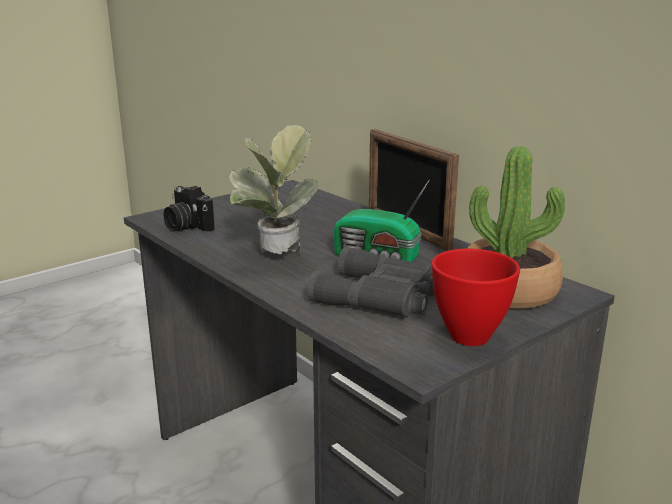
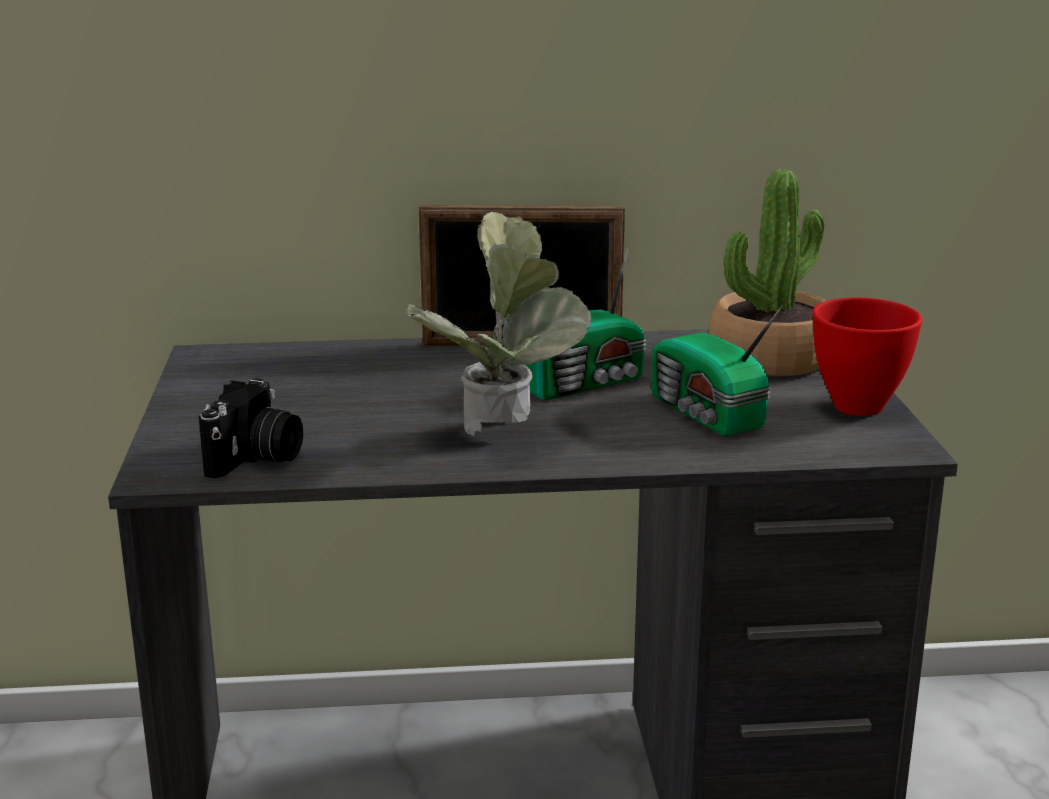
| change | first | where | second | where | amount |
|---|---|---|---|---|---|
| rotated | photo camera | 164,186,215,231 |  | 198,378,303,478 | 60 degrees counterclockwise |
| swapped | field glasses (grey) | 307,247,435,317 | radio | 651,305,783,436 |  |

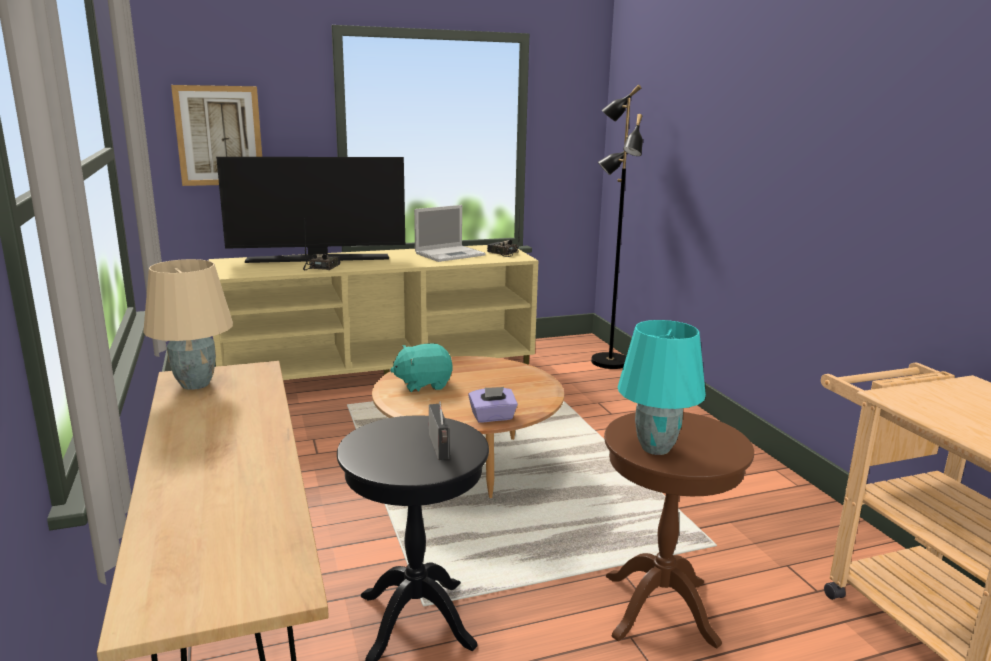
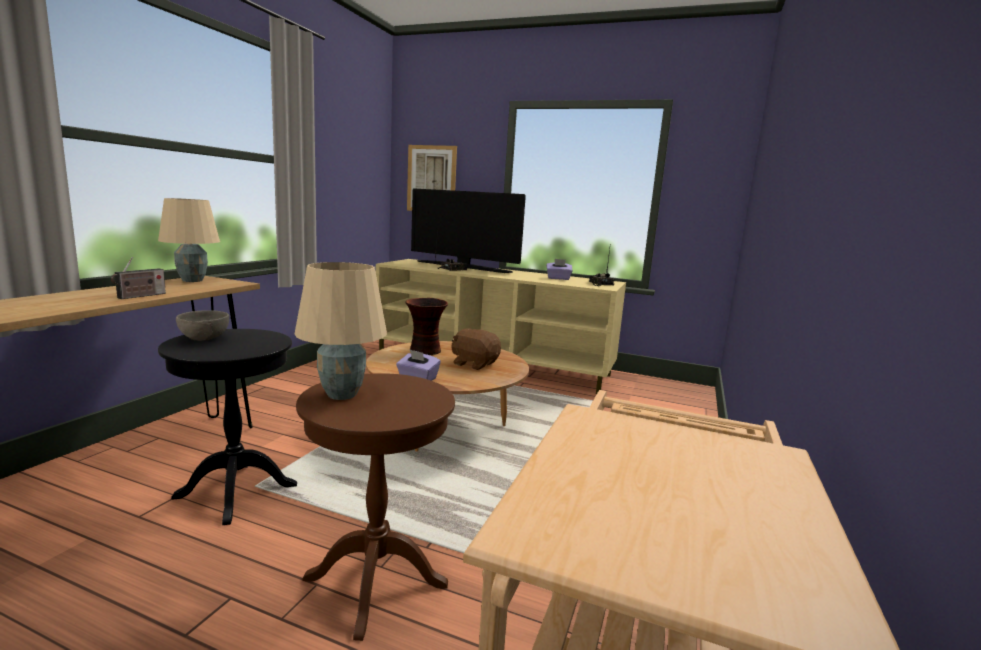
| change | first | where | second | where | amount |
|---|---|---|---|---|---|
| gone | standing lamp (black-coloured) | 591,85,643,369 |  |  |  |
| swapped | notebook computer | 414,205,485,262 | tissue holder (purplish) | 546,259,573,280 |  |
| repainted | lamp for a table (turquoise) | 618,320,706,455 | lamp for a table (sand-coloured) | 295,262,387,400 |  |
| swapped | plush toy (turquoise) | 390,343,453,392 | flower vase | 405,298,448,355 |  |
| shifted | radio | 429,401,449,460 |  | 111,257,166,299 |  |
| new |  |  | bowl (grey) | 176,310,229,341 |  |
| new |  |  | plush toy (brown) | 451,329,501,370 |  |

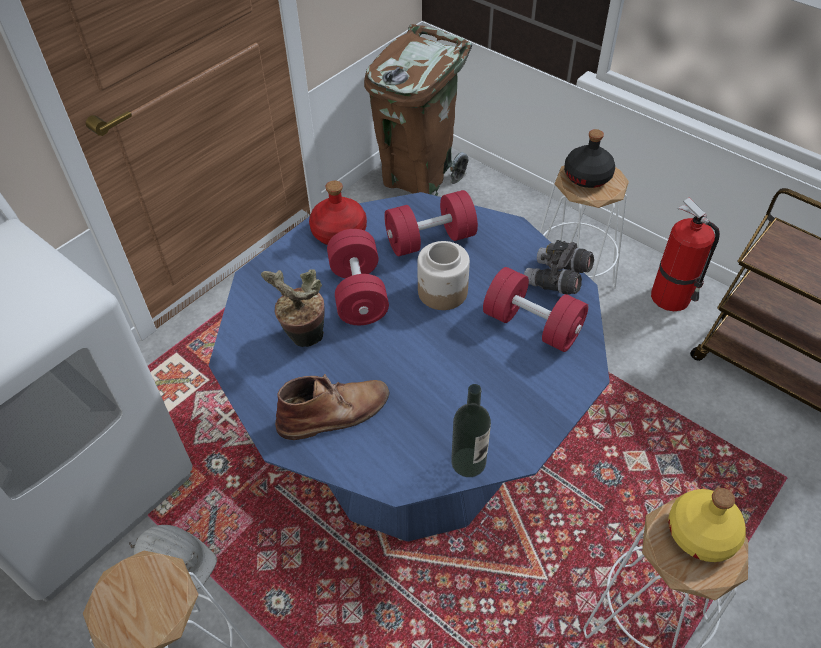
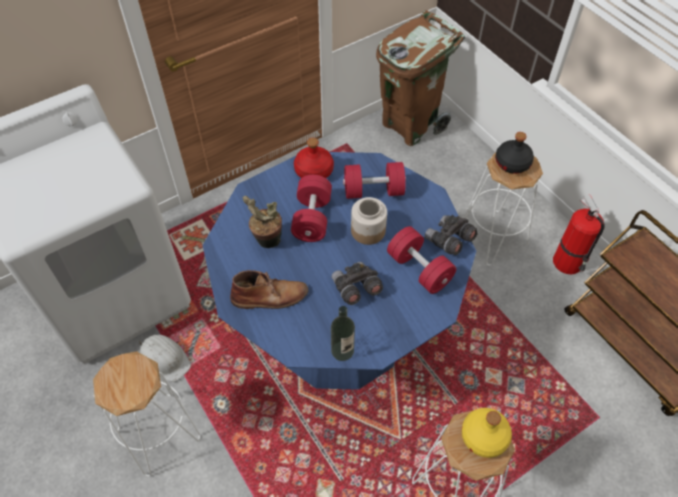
| change | first | where | second | where | amount |
|---|---|---|---|---|---|
| new |  |  | field glasses (grey) | 332,262,383,305 |  |

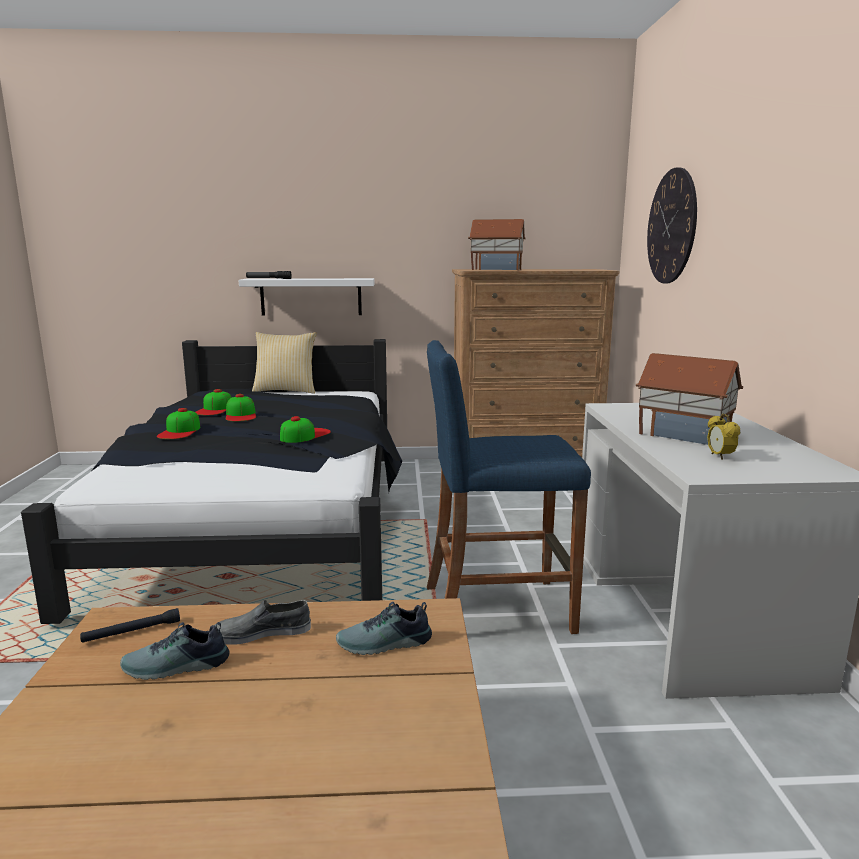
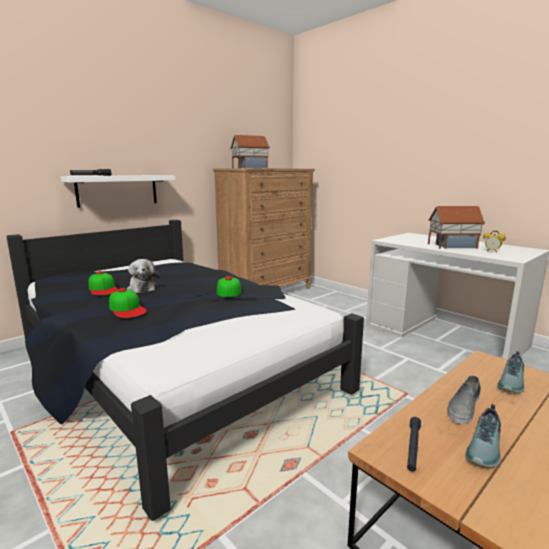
| change | first | where | second | where | amount |
|---|---|---|---|---|---|
| gone | wall clock | 647,167,697,283 |  |  |  |
| gone | cushion | 252,332,317,394 |  |  |  |
| gone | stool seat (bluish) | 427,340,591,634 |  |  |  |
| swapped | peaked cap | 226,394,256,421 | plush toy | 127,259,159,293 |  |

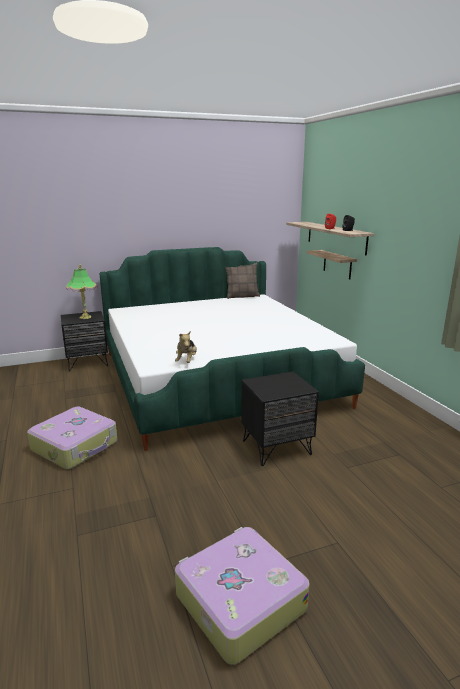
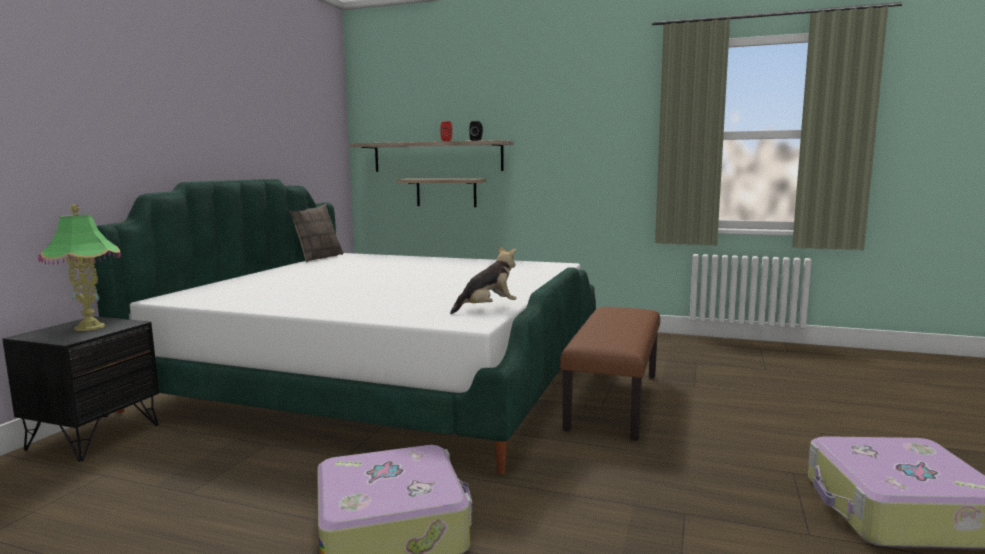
| change | first | where | second | where | amount |
|---|---|---|---|---|---|
| rotated | plush toy | 175,331,197,363 |  | 450,246,517,314 | 75 degrees counterclockwise |
| swapped | night table (black-coloured) | 241,371,319,466 | indoor bench (brown) | 560,307,660,441 |  |

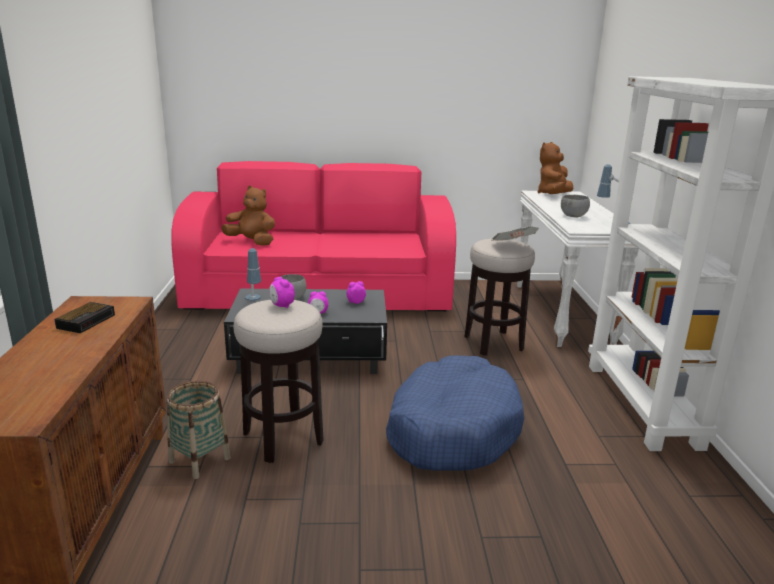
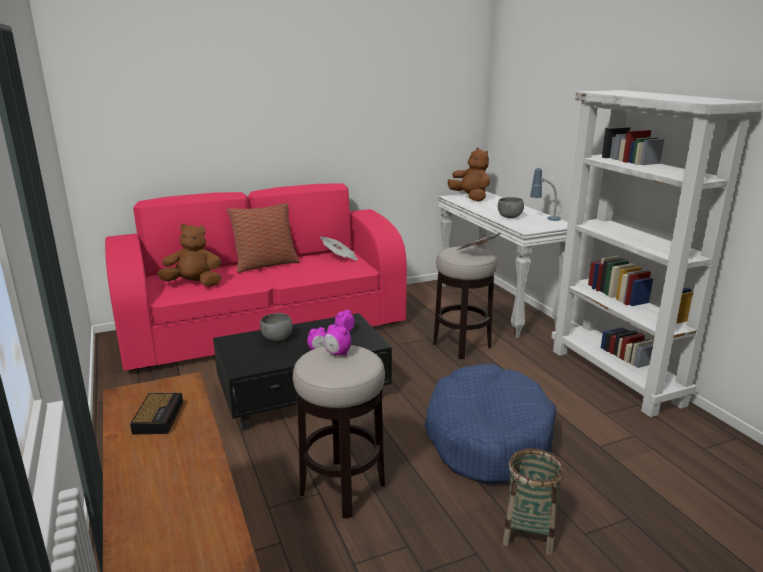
| change | first | where | second | where | amount |
|---|---|---|---|---|---|
| rotated | plush toy (brown) | 537,142,573,194 |  | 448,148,490,201 | 135 degrees clockwise |
| gone | lamp for a table | 245,248,261,301 |  |  |  |
| shifted | household basket | 167,381,231,479 |  | 502,448,564,556 |  |
| new |  |  | cushion | 227,203,300,273 |  |
| new |  |  | daily paper | 320,237,358,260 |  |

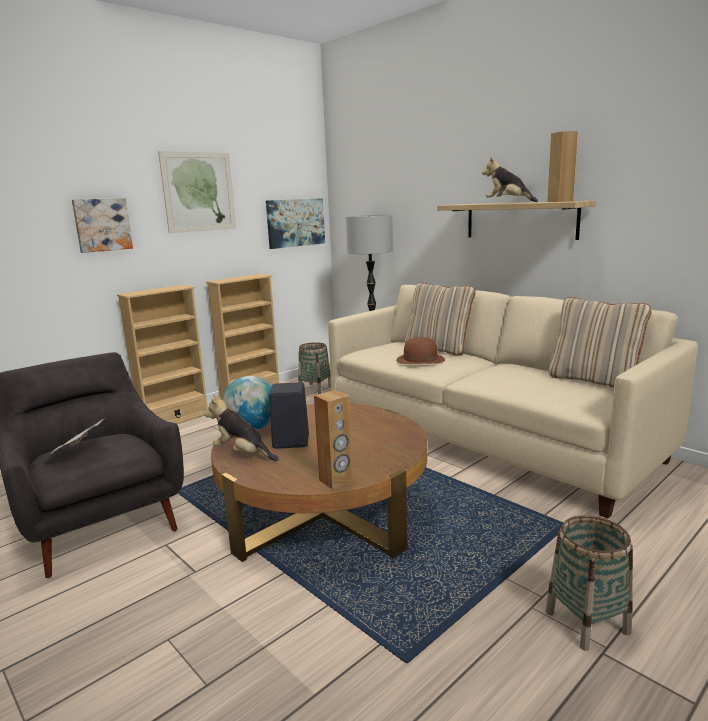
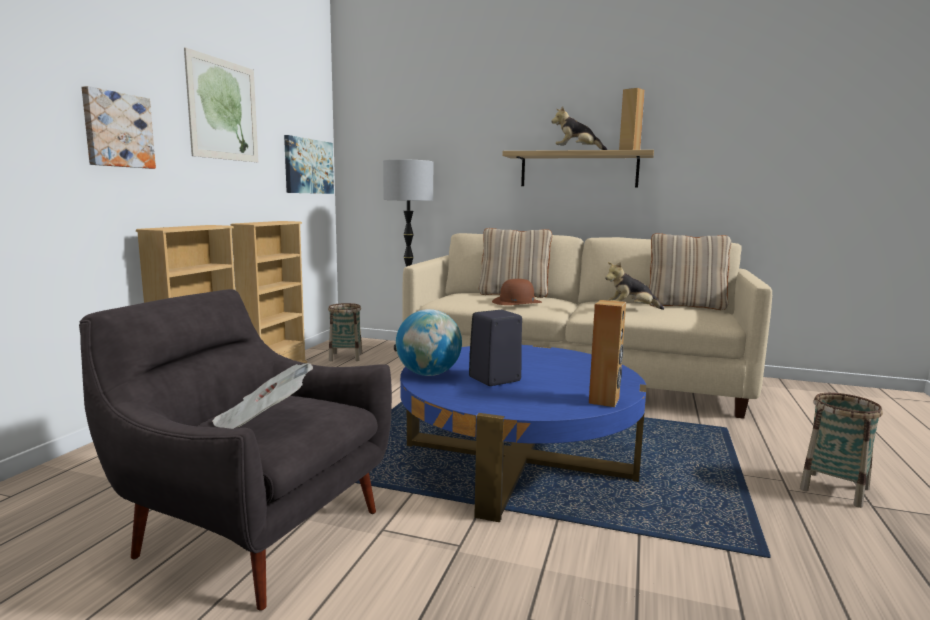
| change | first | where | second | where | amount |
|---|---|---|---|---|---|
| shifted | plush toy | 204,394,279,461 |  | 605,262,664,310 |  |
| repainted | low table (brown) | 211,404,428,562 | low table (bluish) | 400,345,646,522 |  |

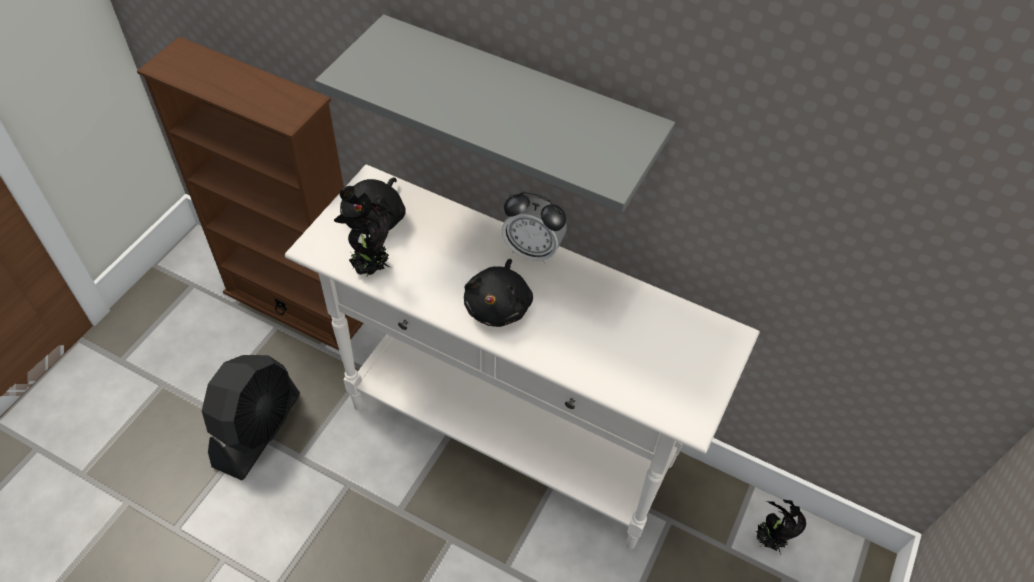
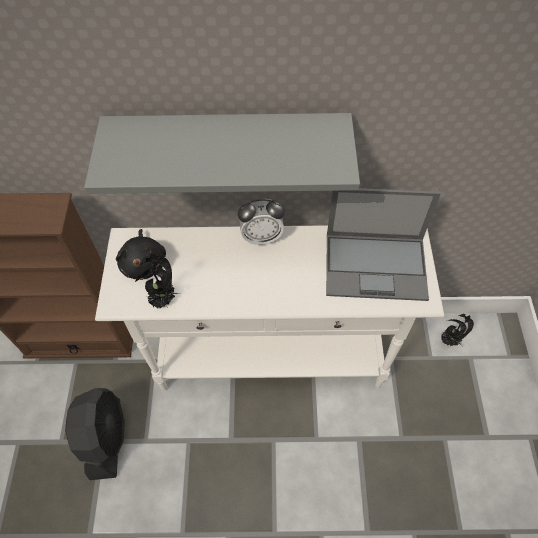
| change | first | where | second | where | amount |
|---|---|---|---|---|---|
| gone | plush toy (black-coloured) | 464,259,533,327 |  |  |  |
| new |  |  | notebook computer | 326,188,441,301 |  |

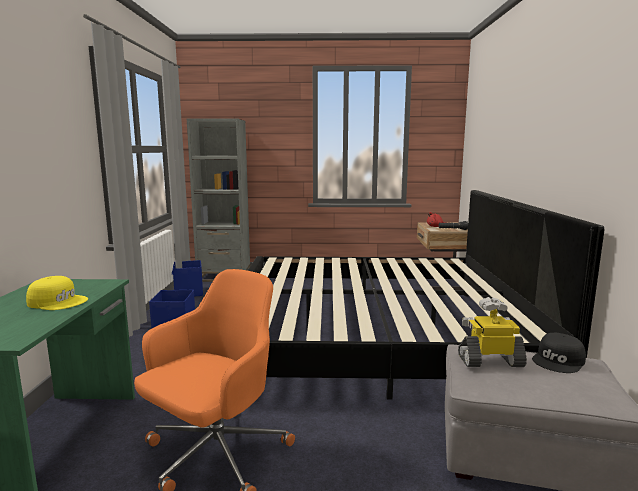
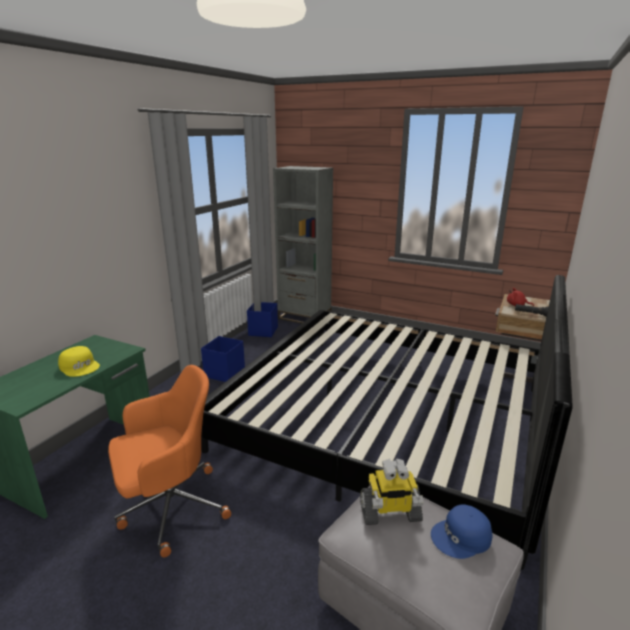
| change | first | where | second | where | amount |
|---|---|---|---|---|---|
| rotated | toy robot | 458,297,527,367 |  | 360,458,423,525 | 150 degrees clockwise |
| repainted | peaked cap (black-coloured) | 532,333,586,373 | peaked cap (bluish) | 431,504,492,559 |  |

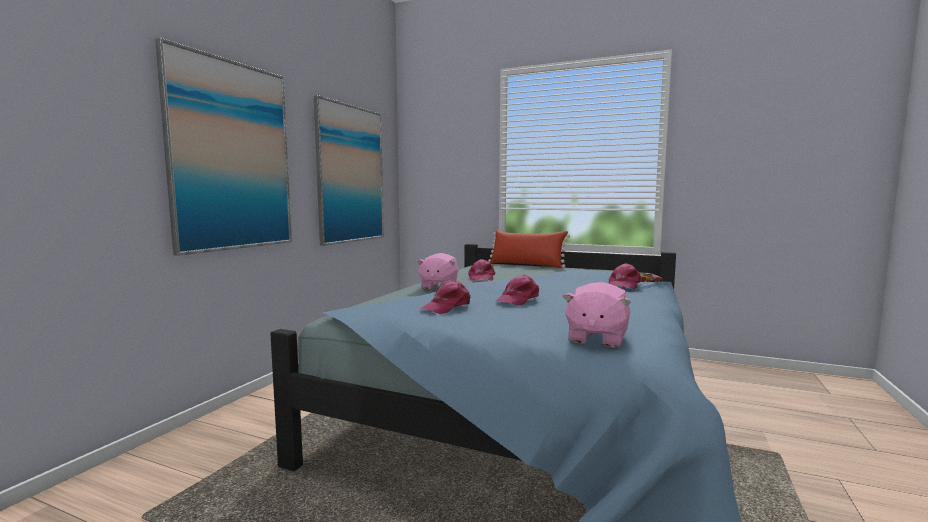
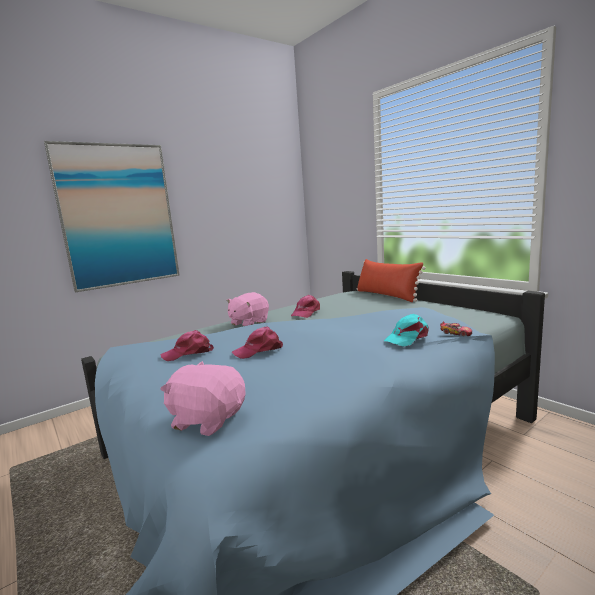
| change | first | where | second | where | amount |
|---|---|---|---|---|---|
| gone | picture | 314,95,384,246 |  |  |  |
| repainted | peaked cap (pink) | 608,263,642,289 | peaked cap (turquoise) | 384,314,429,347 |  |
| rotated | plush toy (pink) | 562,282,631,348 |  | 160,361,245,436 | 60 degrees clockwise |

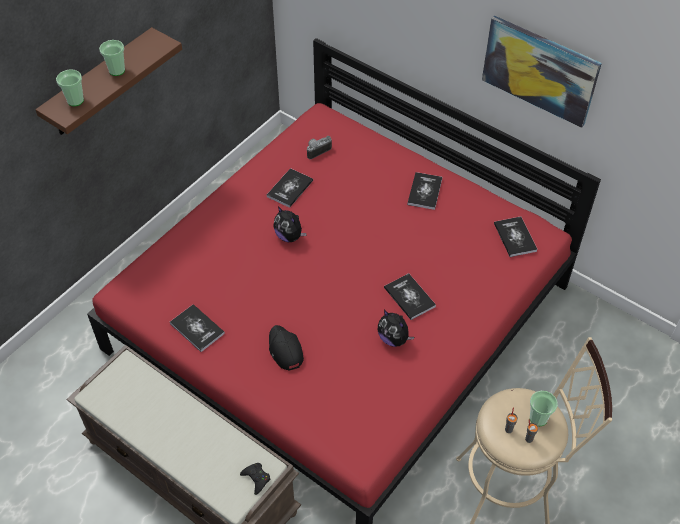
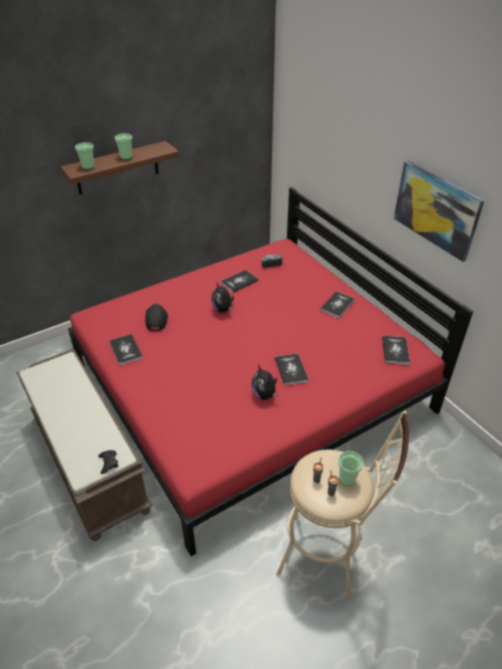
| change | first | where | second | where | amount |
|---|---|---|---|---|---|
| shifted | peaked cap (black-coloured) | 269,325,304,370 |  | 145,304,168,331 |  |

